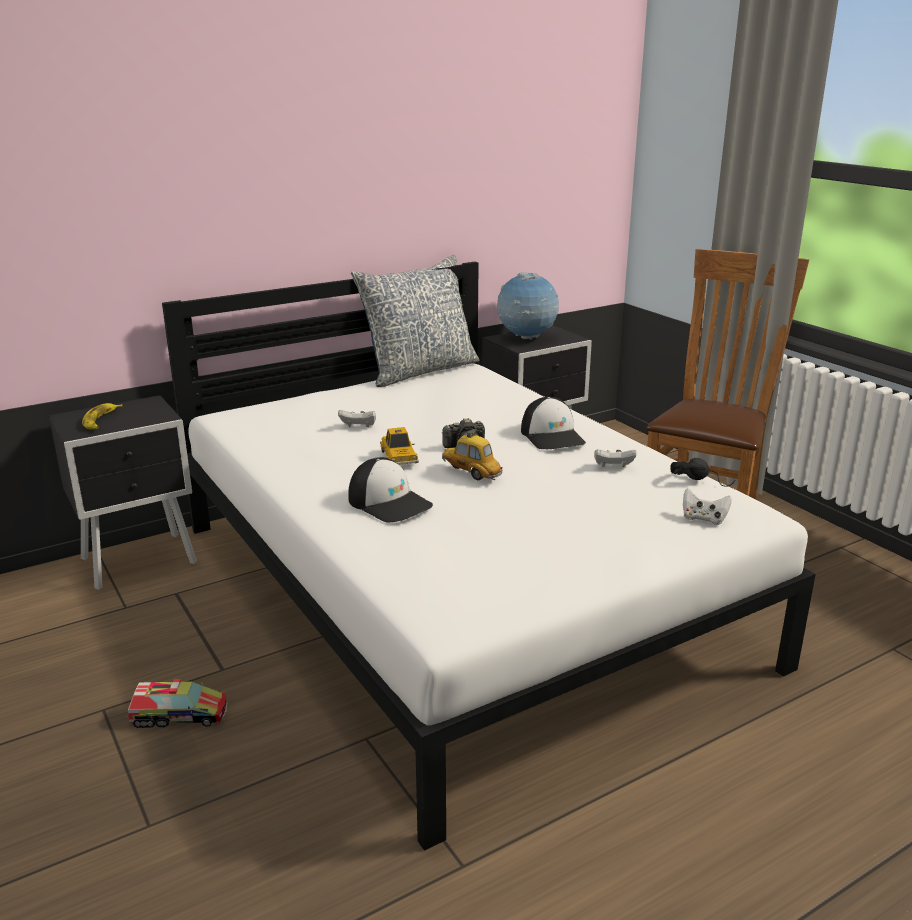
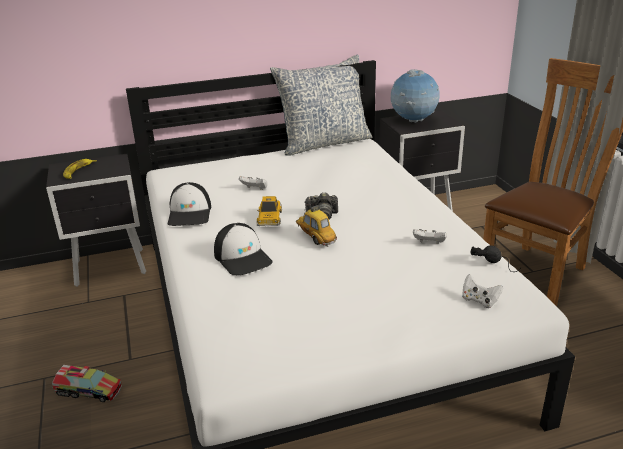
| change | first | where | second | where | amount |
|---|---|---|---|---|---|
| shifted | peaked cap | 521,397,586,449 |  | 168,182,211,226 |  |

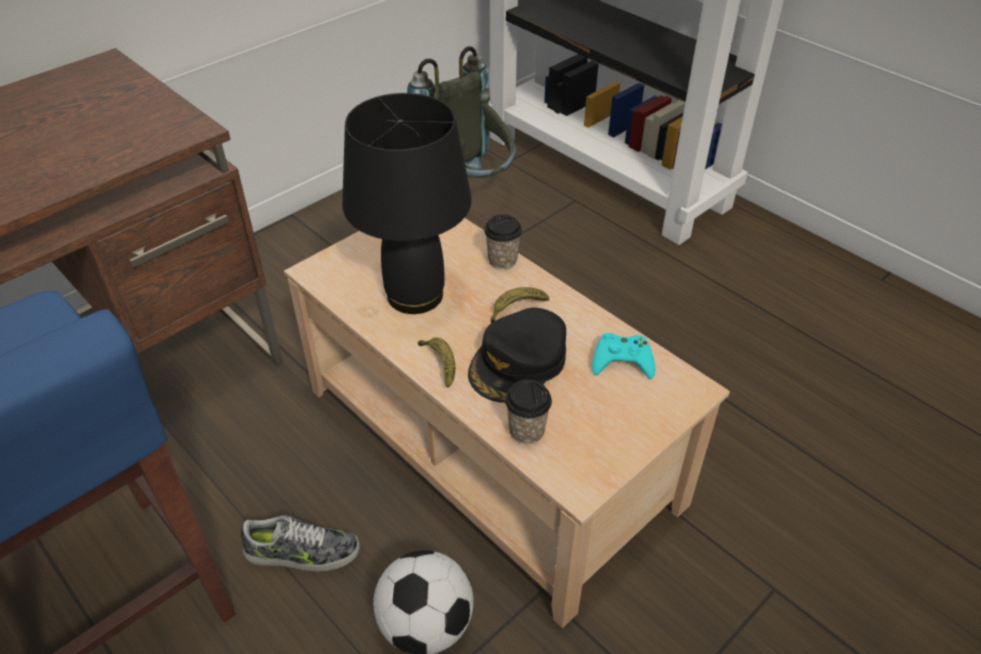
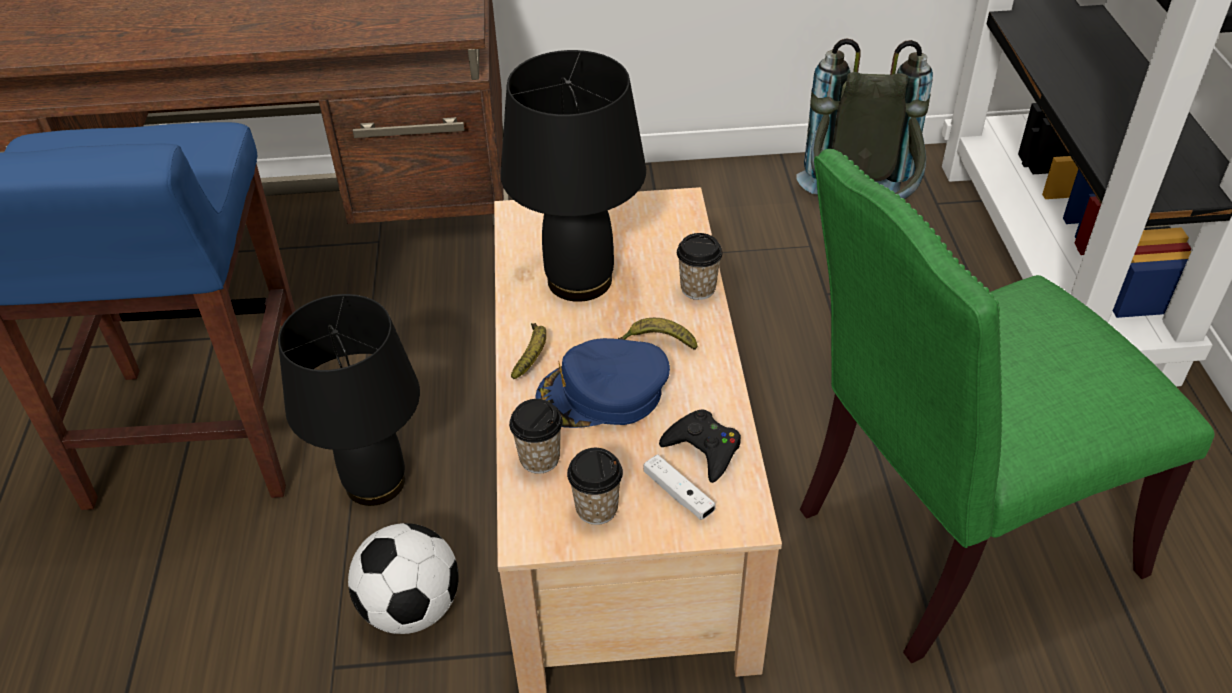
| change | first | where | second | where | amount |
|---|---|---|---|---|---|
| repainted | peaked cap (black-coloured) | 468,308,566,403 | peaked cap (bluish) | 535,338,670,428 |  |
| repainted | gamepad (turquoise) | 592,333,655,379 | gamepad (black-coloured) | 659,409,741,483 |  |
| swapped | shoe | 241,515,360,571 | lamp for a table (black-coloured) | 278,294,420,506 |  |
| new |  |  | plain chair (green-coloured) | 800,149,1214,663 |  |
| new |  |  | small cup | 567,448,623,525 |  |
| new |  |  | gamepad (whitish) | 643,454,715,520 |  |

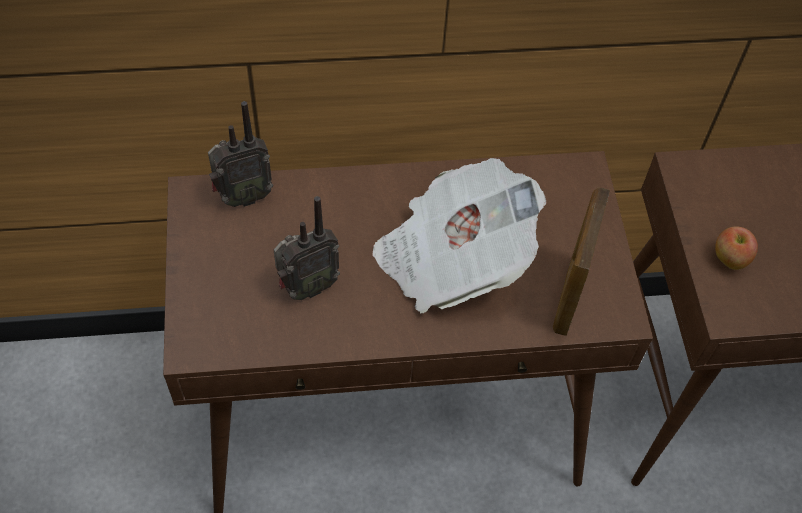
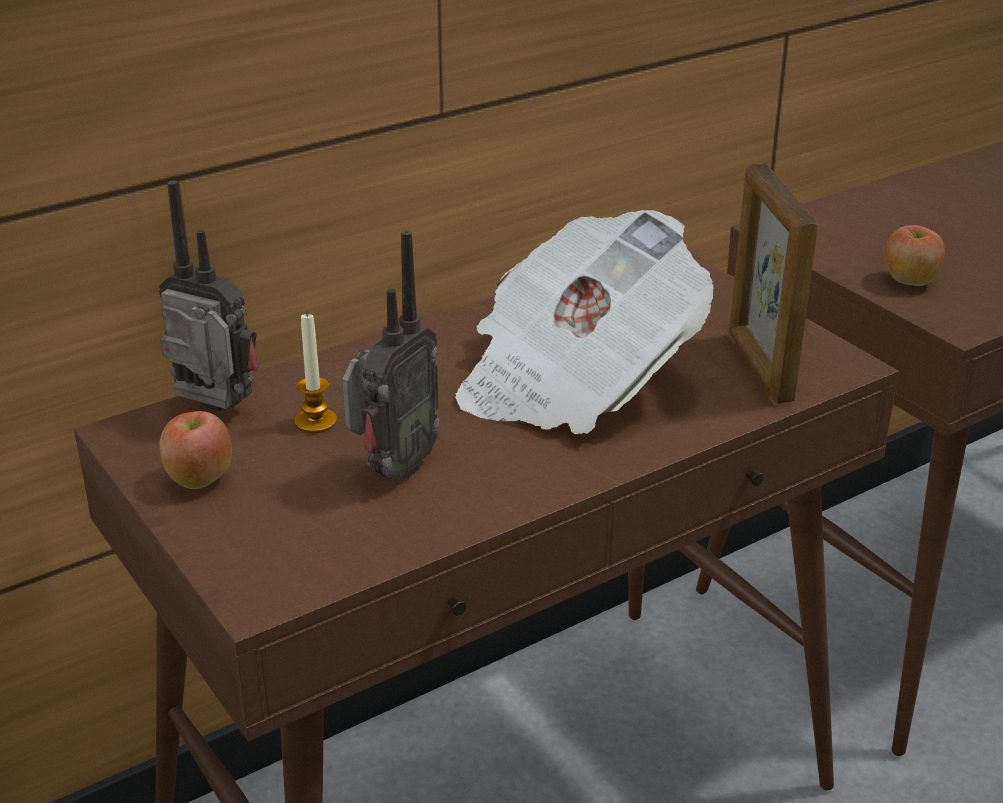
| change | first | where | second | where | amount |
|---|---|---|---|---|---|
| rotated | radio | 208,101,273,207 |  | 159,180,259,412 | 105 degrees counterclockwise |
| new |  |  | wax light | 295,311,337,433 |  |
| new |  |  | whole apple | 159,411,232,489 |  |

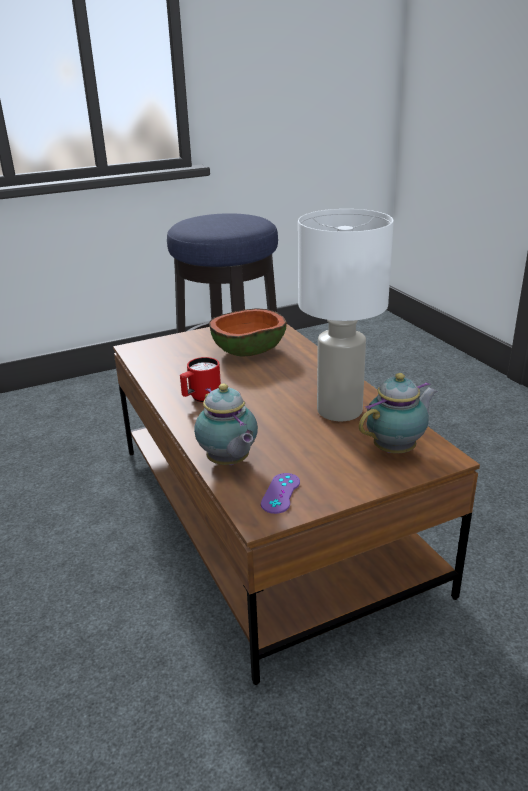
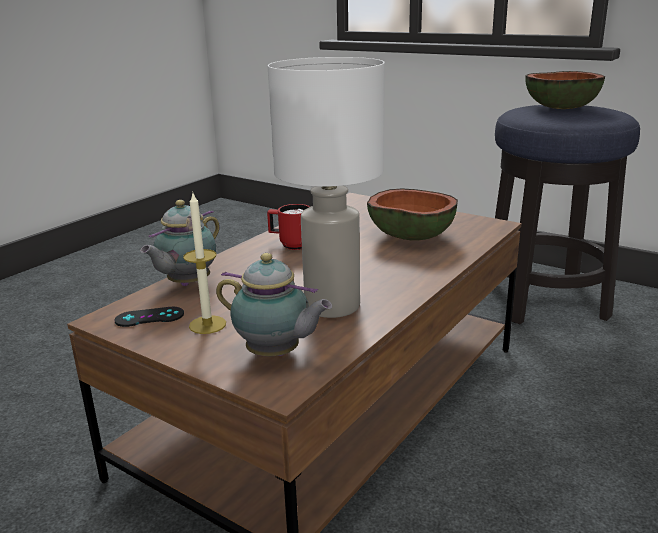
| change | first | where | second | where | amount |
|---|---|---|---|---|---|
| repainted | gamepad (purplish) | 261,473,300,514 | gamepad (black-coloured) | 114,307,184,327 |  |
| new |  |  | bowl | 525,71,605,109 |  |
| new |  |  | wax light | 183,191,226,334 |  |

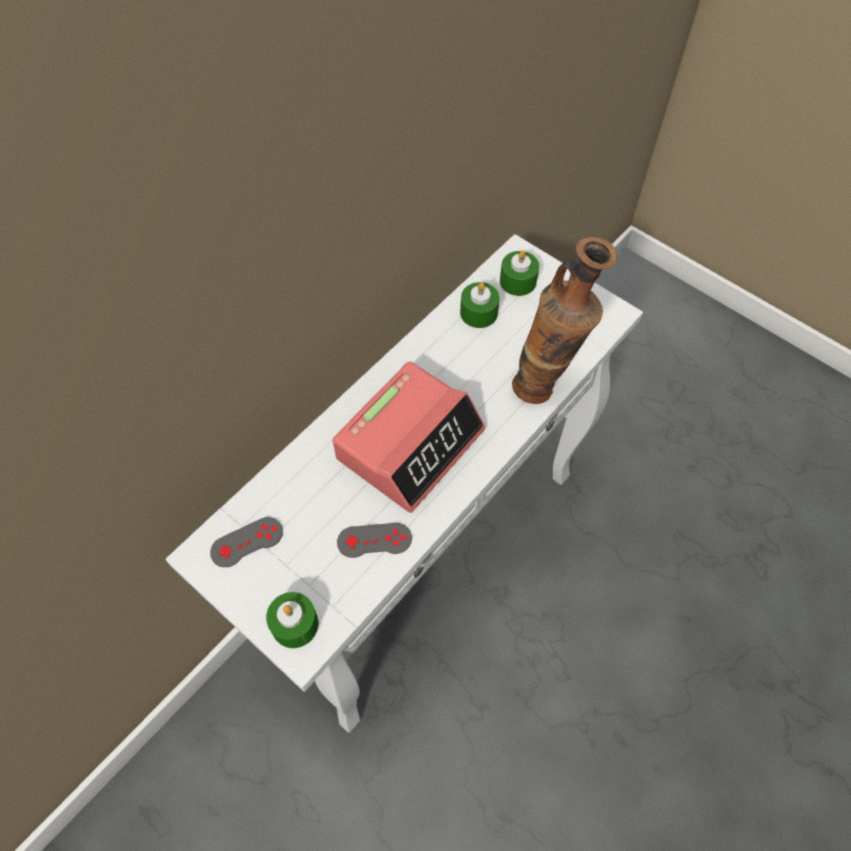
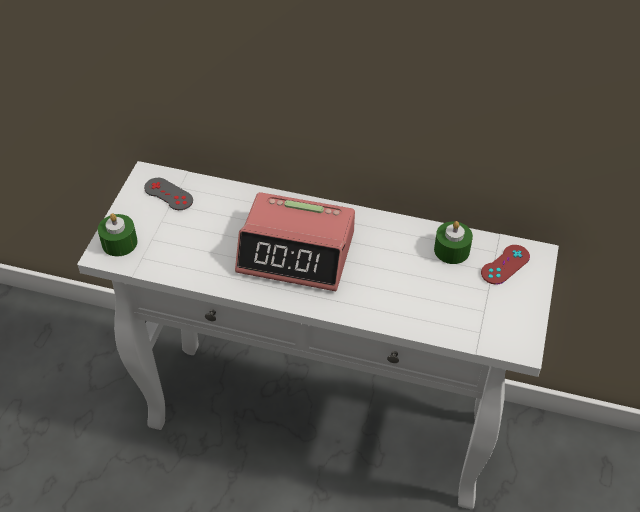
| change | first | where | second | where | amount |
|---|---|---|---|---|---|
| gone | flower vase | 512,237,617,404 |  |  |  |
| swapped | wax light (green-coloured) | 500,250,539,296 | gamepad (red-coloured) | 481,245,530,285 |  |
| gone | gamepad (grey) | 337,523,412,558 |  |  |  |

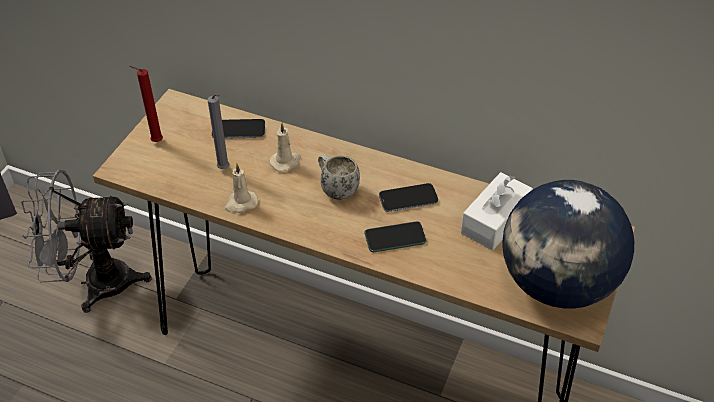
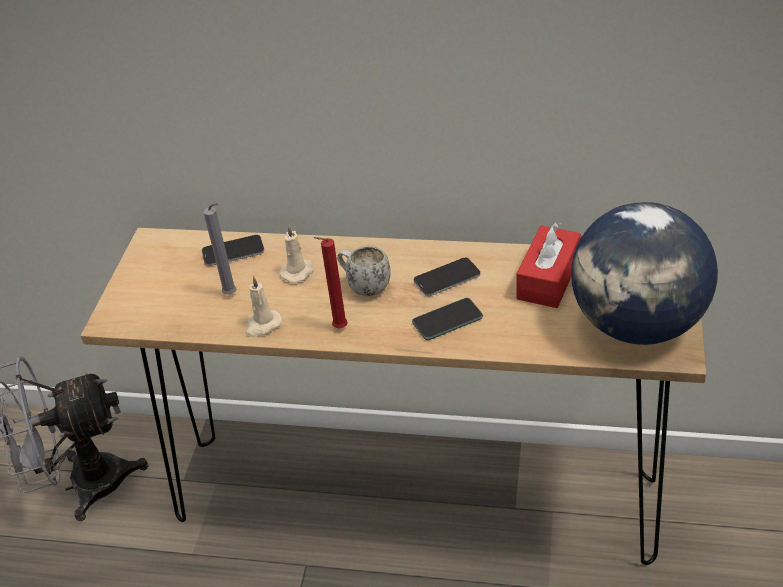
| change | first | where | second | where | amount |
|---|---|---|---|---|---|
| shifted | wax light (red-coloured) | 129,66,163,142 |  | 314,237,348,328 |  |
| repainted | tissue holder (whitish) | 461,172,533,250 | tissue holder (red-coloured) | 516,222,581,308 |  |

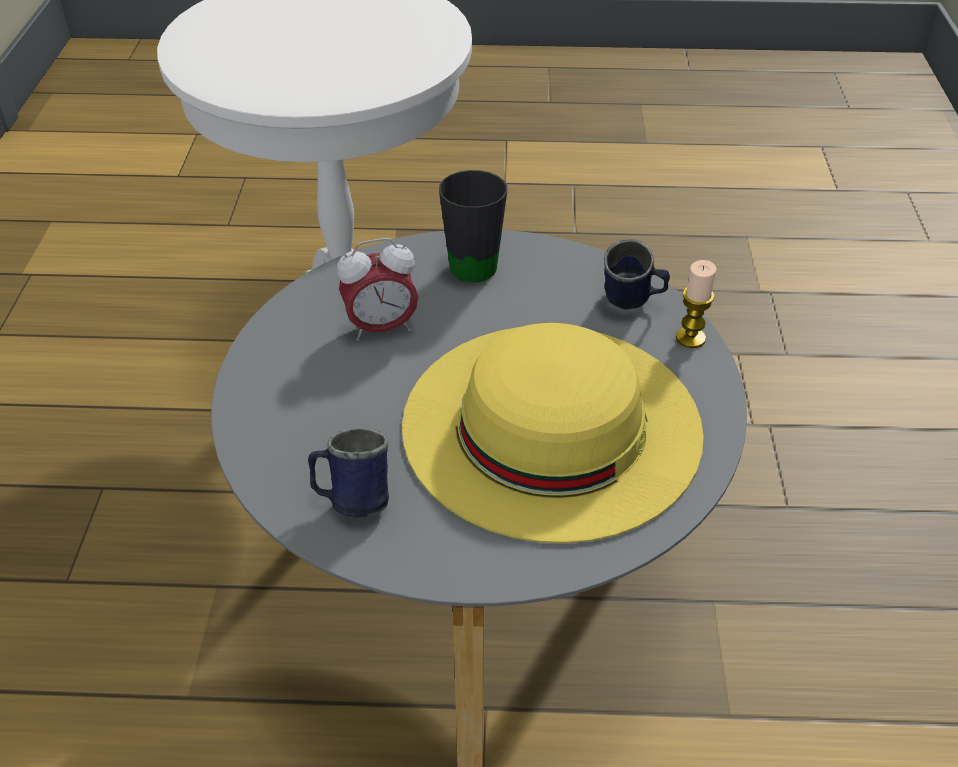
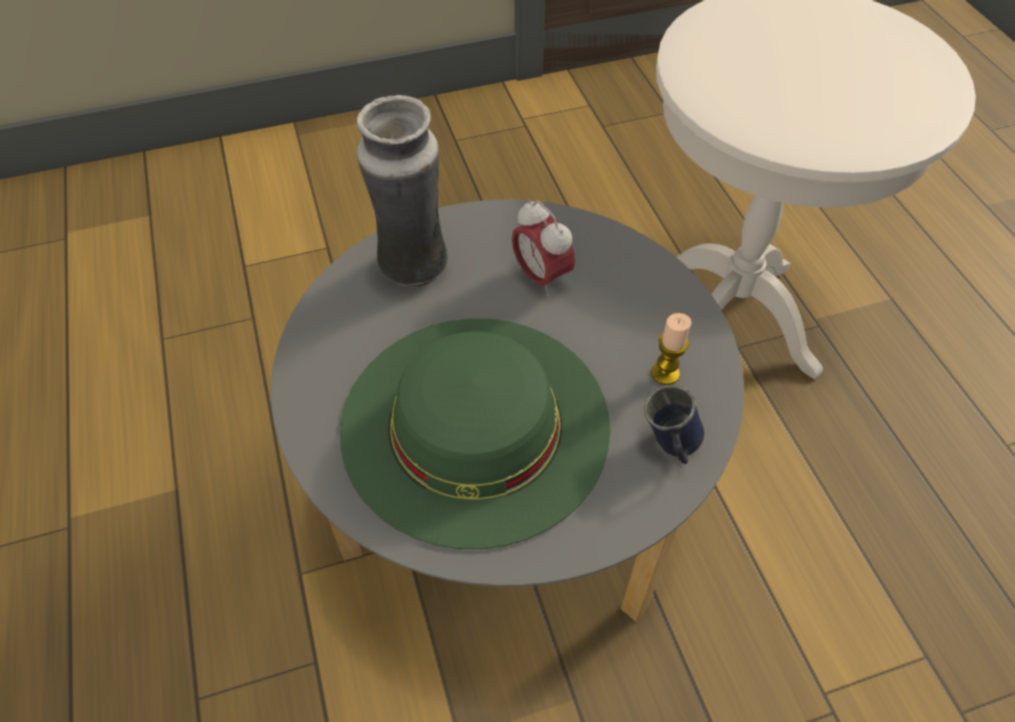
| change | first | where | second | where | amount |
|---|---|---|---|---|---|
| gone | mug (black-coloured) | 439,170,507,282 |  |  |  |
| shifted | wax light | 676,260,717,348 |  | 651,313,692,385 |  |
| repainted | hat (yellow) | 402,323,704,543 | hat (green-coloured) | 340,319,610,549 |  |
| gone | mug (bluish) | 308,428,389,518 |  |  |  |
| new |  |  | flower vase | 357,95,448,288 |  |

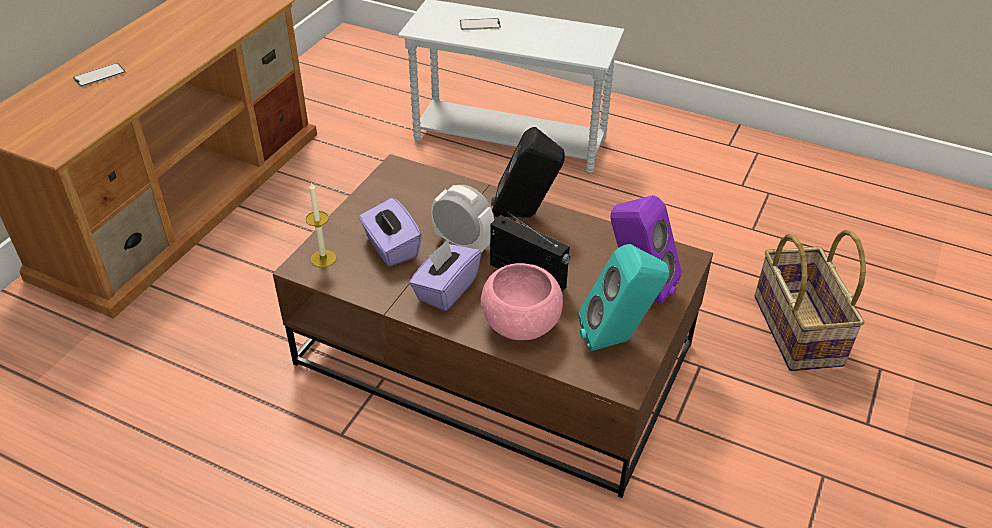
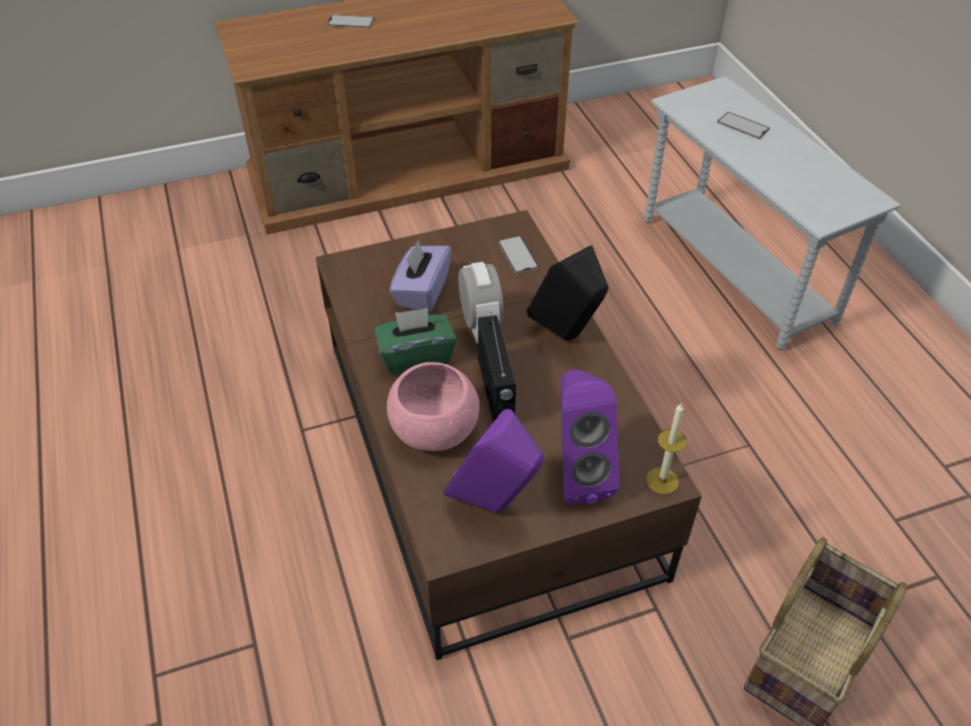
| change | first | where | second | where | amount |
|---|---|---|---|---|---|
| shifted | wax light | 306,182,337,268 |  | 646,402,687,494 |  |
| repainted | tissue holder (purplish) | 409,239,481,311 | tissue holder (green-coloured) | 374,308,456,374 |  |
| repainted | loudspeaker (turquoise) | 578,244,669,351 | loudspeaker (purplish) | 443,409,543,513 |  |
| new |  |  | telephone | 498,236,539,274 |  |

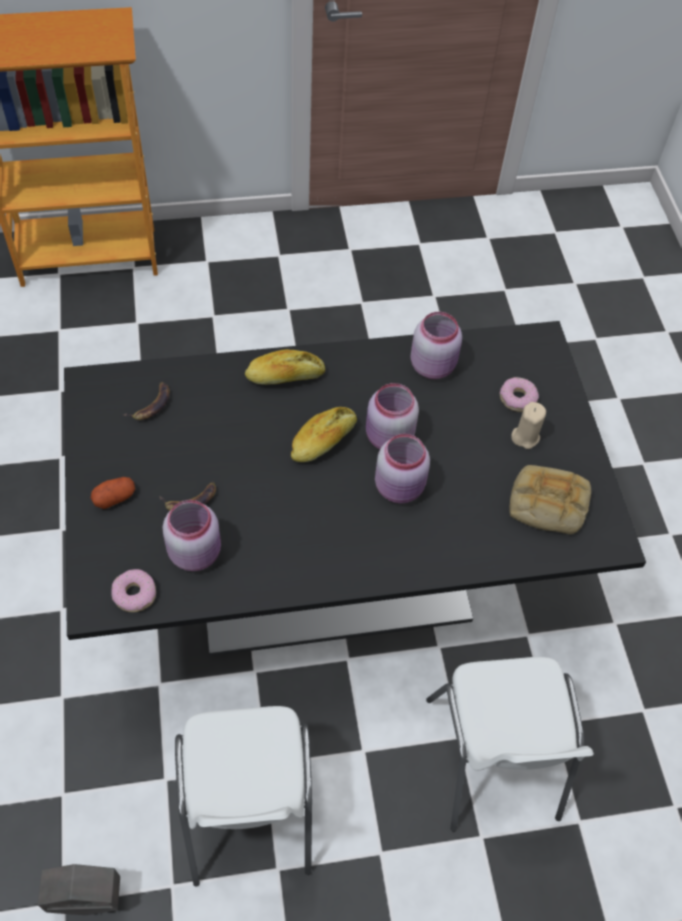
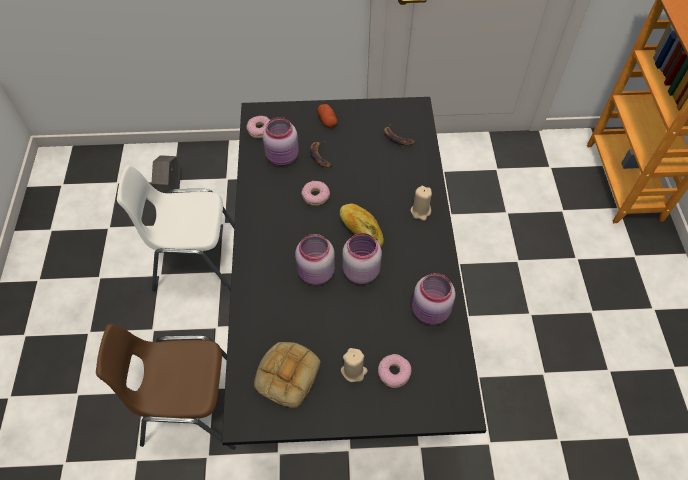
| change | first | where | second | where | amount |
|---|---|---|---|---|---|
| swapped | baked bread | 245,349,325,385 | wax light (sand-coloured) | 411,186,432,221 |  |
| repainted | plain chair (whitish) | 426,657,594,832 | plain chair (brown) | 96,324,236,450 |  |
| new |  |  | doughnut | 301,181,330,206 |  |

